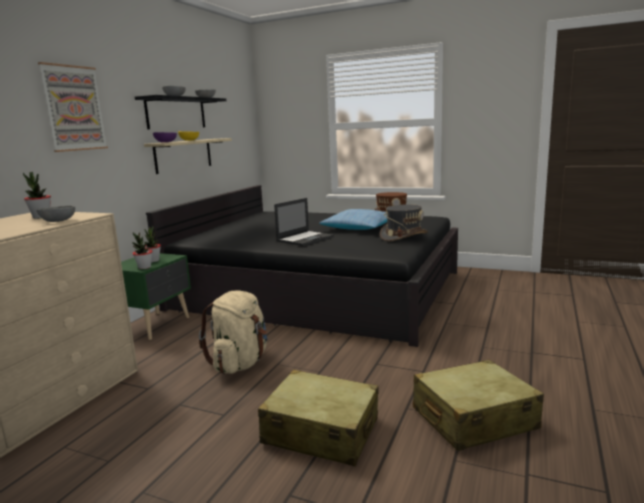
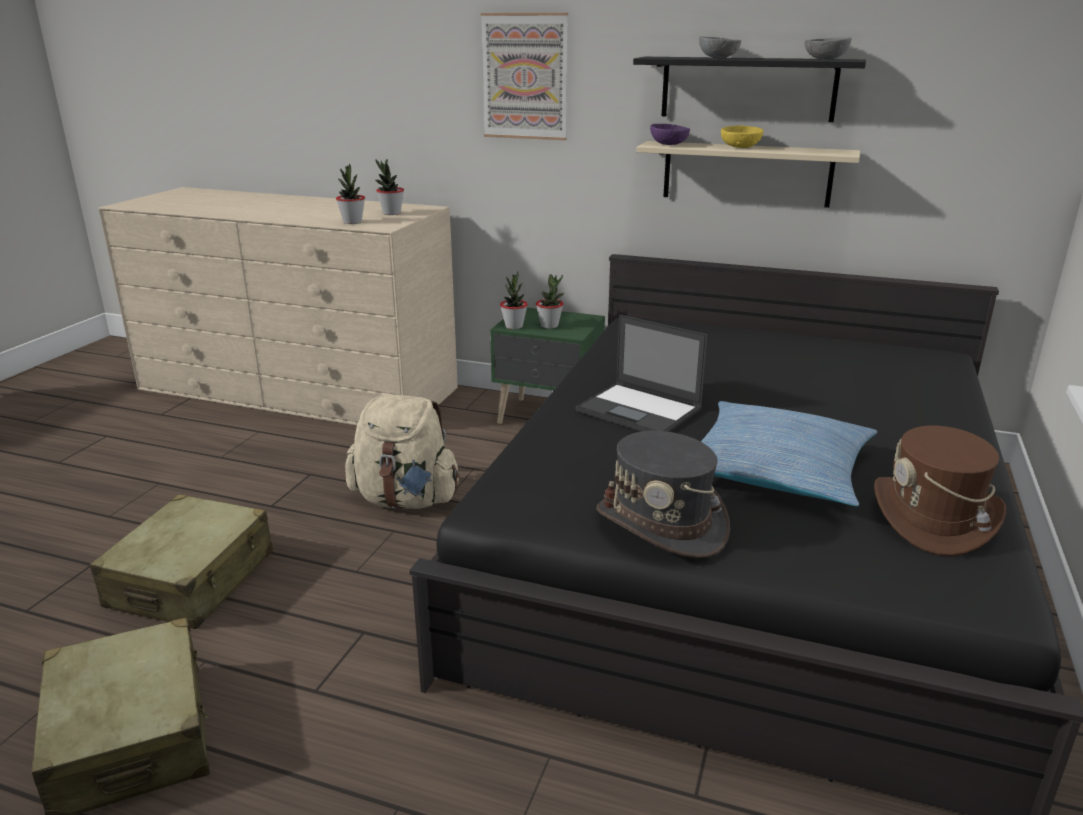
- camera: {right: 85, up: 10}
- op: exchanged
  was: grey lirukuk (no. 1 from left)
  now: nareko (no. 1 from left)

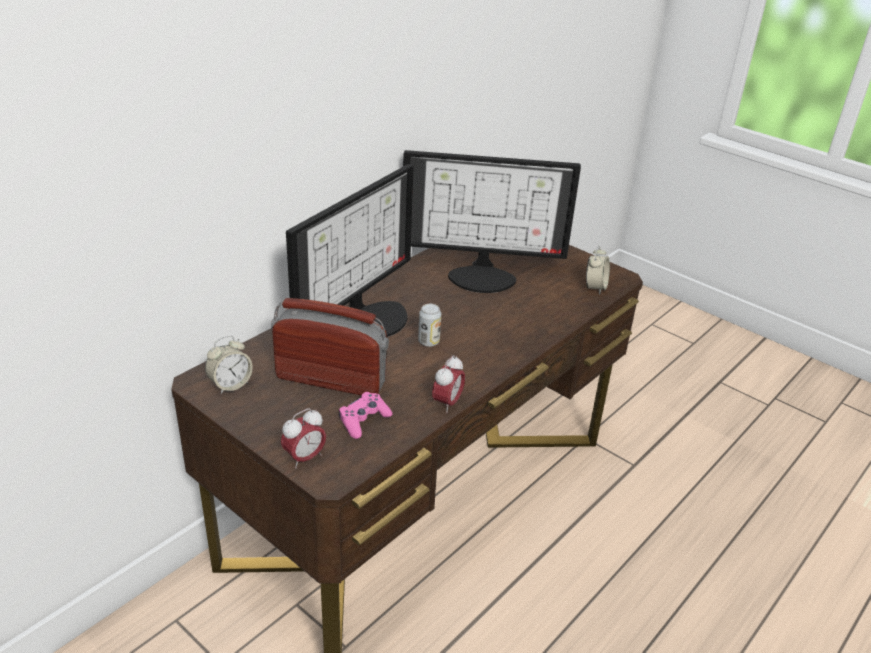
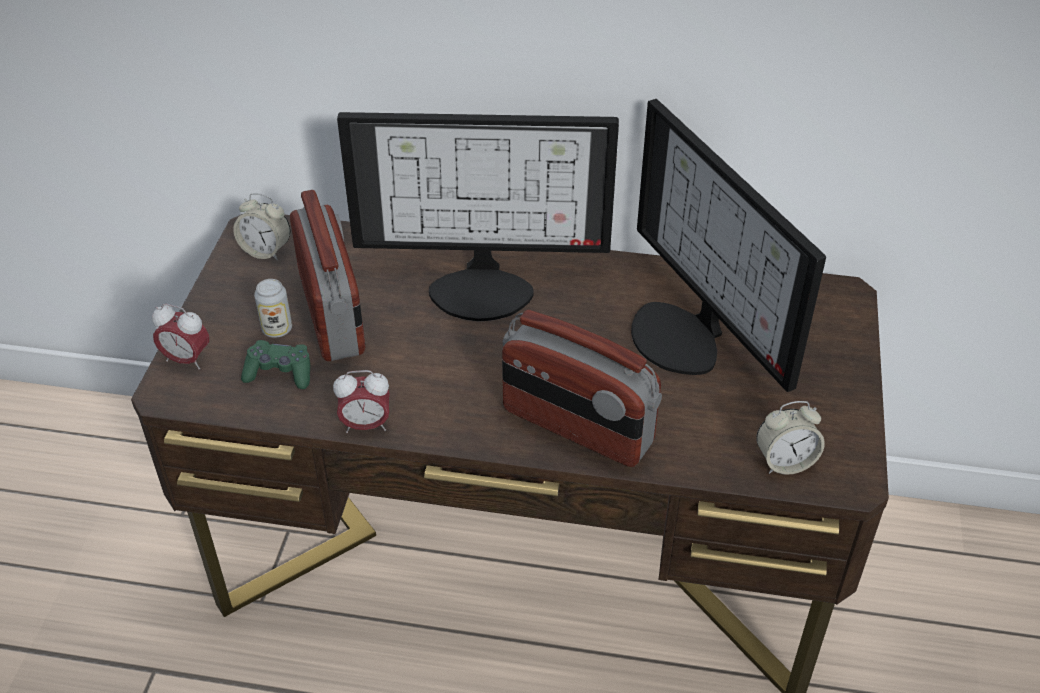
- camera: {right: 60, up: 10}
- op: appeared
  now: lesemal (no. 2 from left)
- op: relocated
  was: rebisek
- op: colour
  was: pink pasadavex
  now: green pasadavex

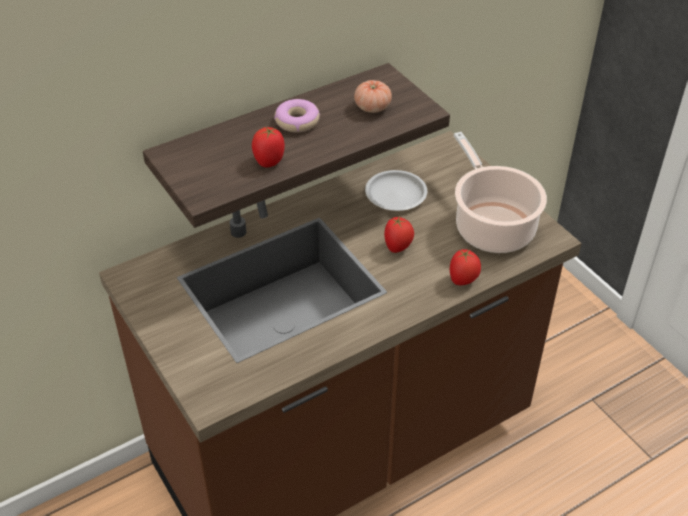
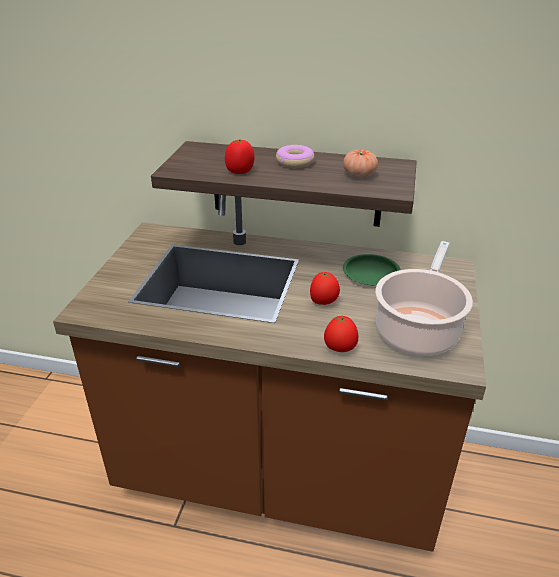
- camera: {right: 45, up: -10}
- op: colour
  was: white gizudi
  now: green gizudi

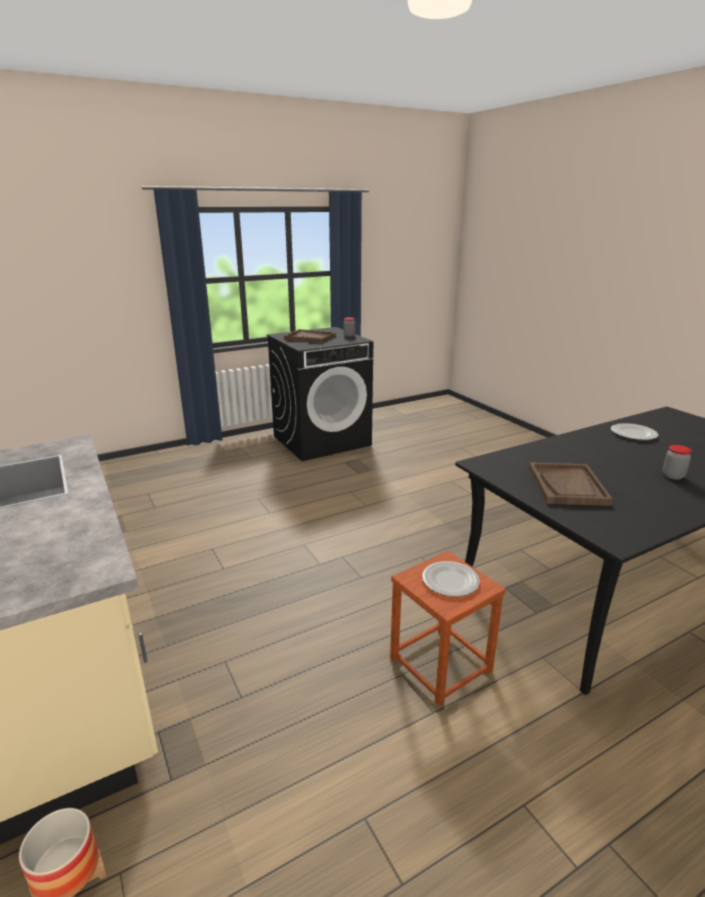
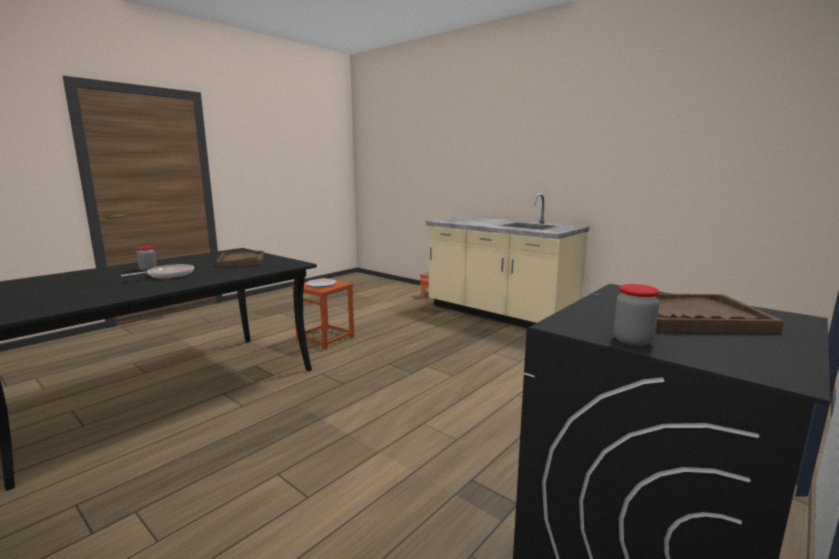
- camera: {right: 160, up: -10}
- op: missing
  was: gizudi (no. 2 from left)
- op: appeared
  now: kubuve

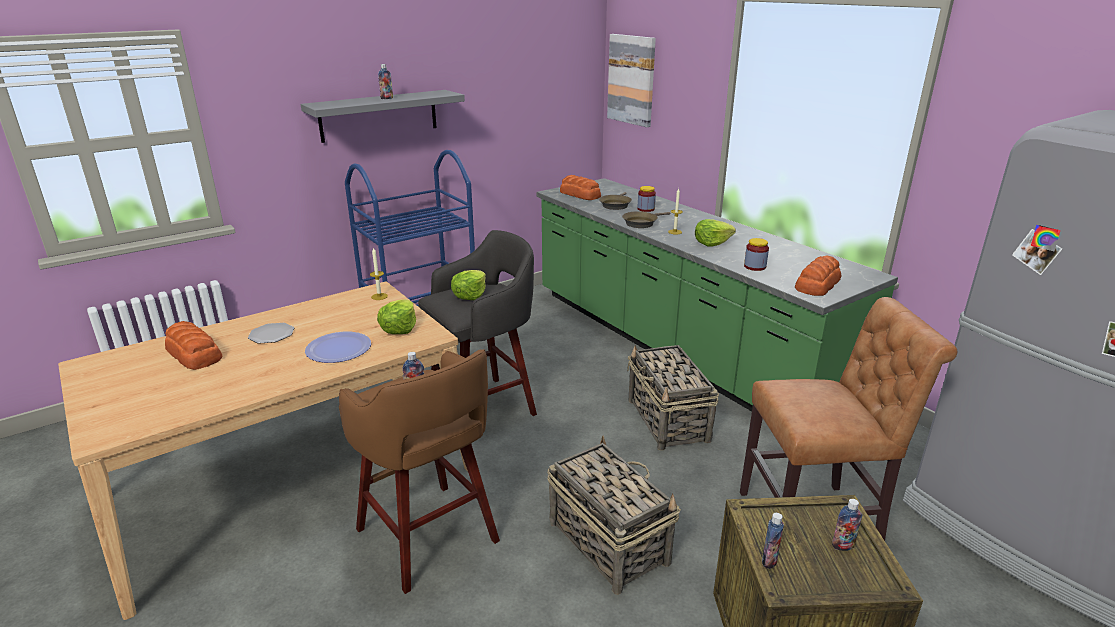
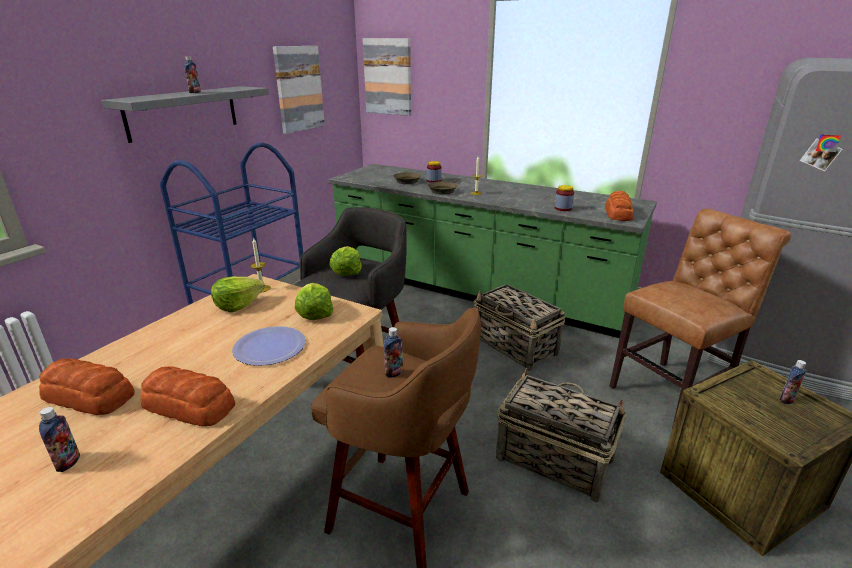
- camera: {right: -25, up: 0}
- op: missing
  was: gizudi (no. 1 from left)
- op: appeared
  now: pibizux (no. 1 from left)
- op: relocated
  was: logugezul (no. 2 from left)
- op: relocated
  was: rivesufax (no. 3 from left in the first image)
  now: rivesufax (no. 1 from left)
- op: relocated
  was: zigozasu (no. 3 from left in the first image)
  now: zigozasu (no. 1 from left)

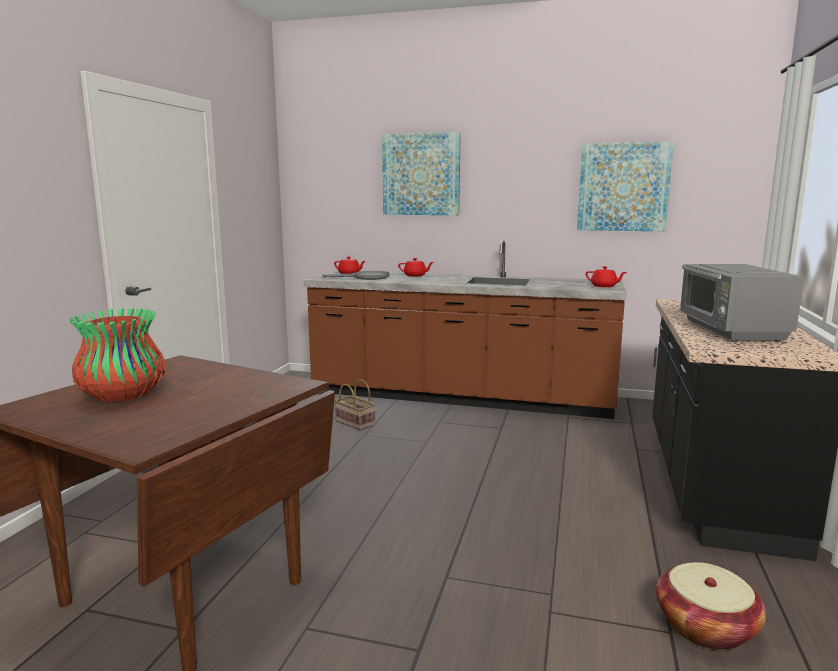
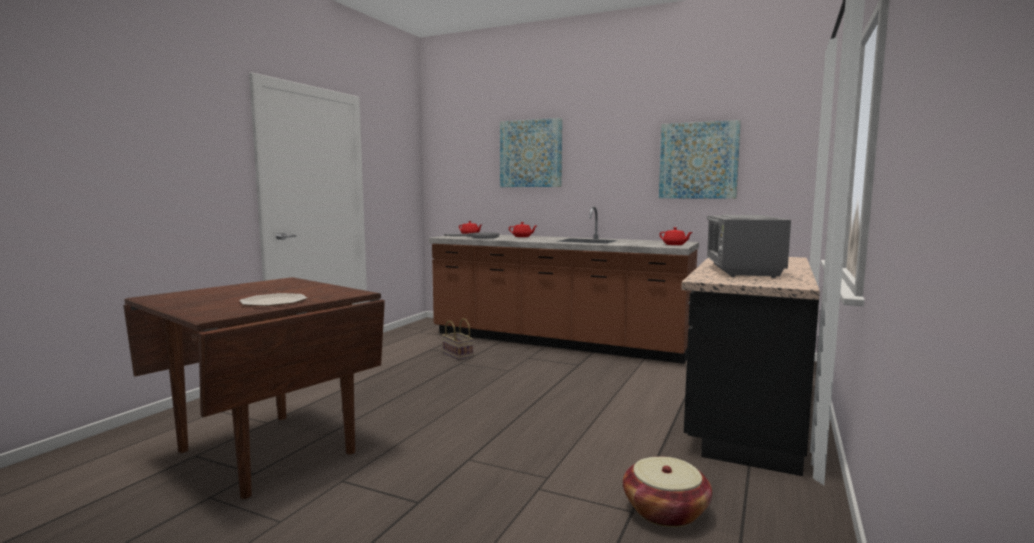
- camera: {right: 10, up: -5}
- op: missing
  was: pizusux
- op: appeared
  now: gizudi

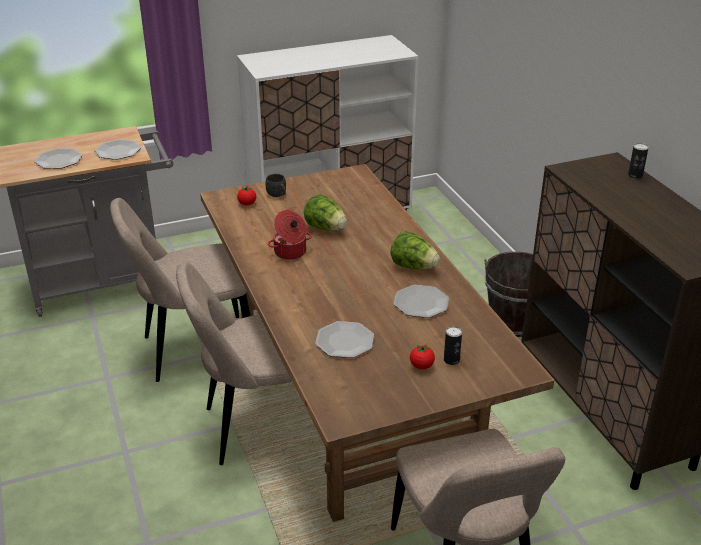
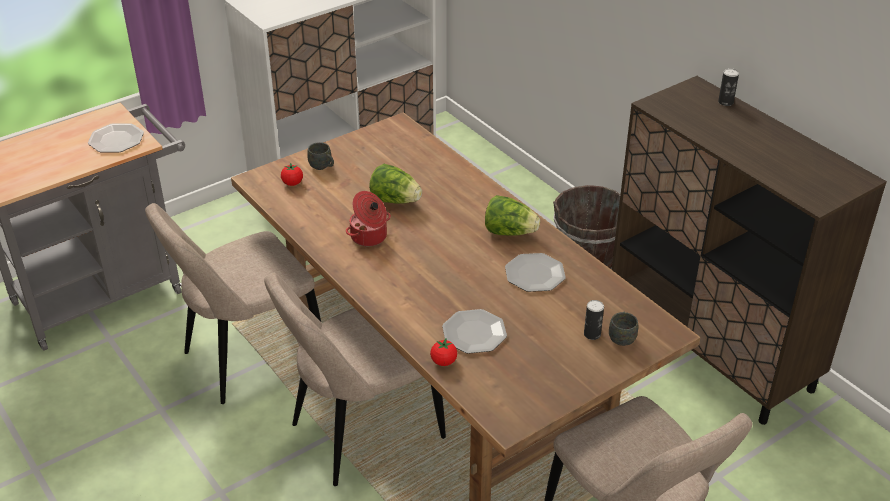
- camera: {right: -15, up: 5}
- op: missing
  was: gizudi (no. 1 from left)
- op: appeared
  now: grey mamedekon (no. 2 from left)
- op: relocated
  was: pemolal (no. 2 from left)

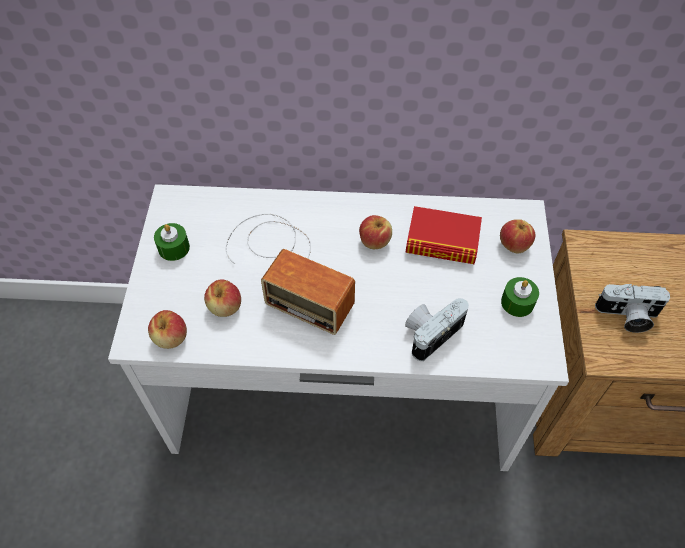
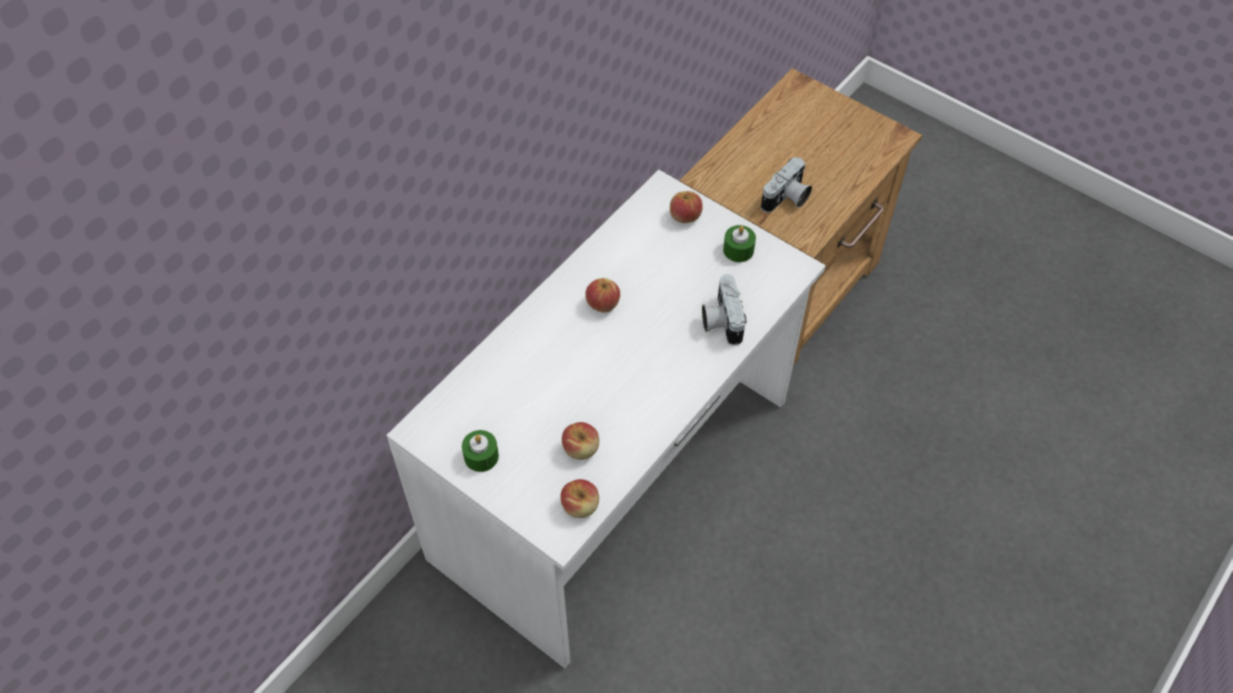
- camera: {right: -55, up: 0}
- op: missing
  was: lesemal
- op: missing
  was: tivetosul

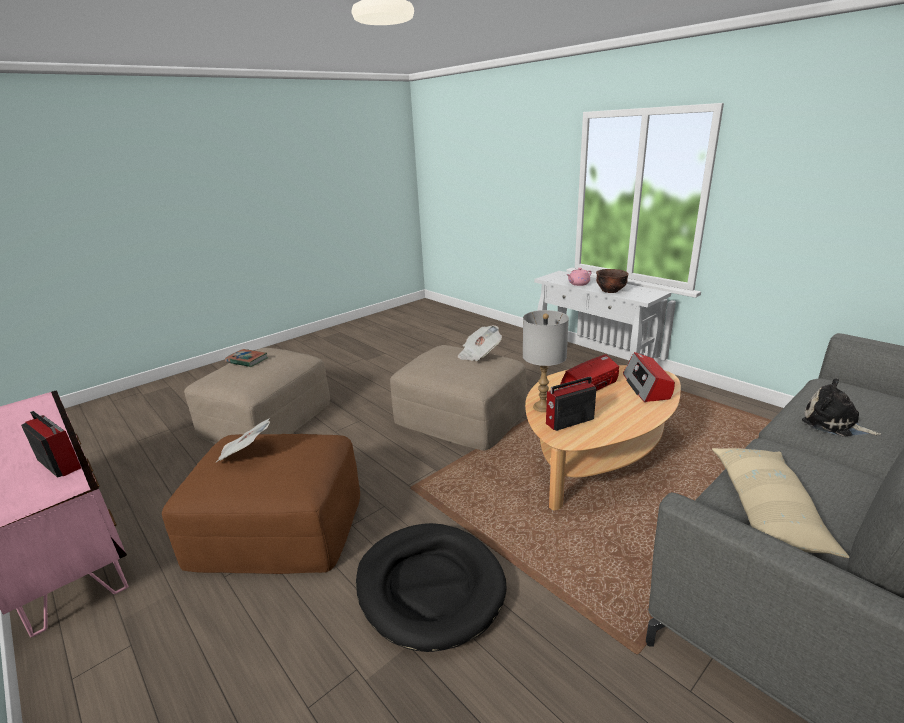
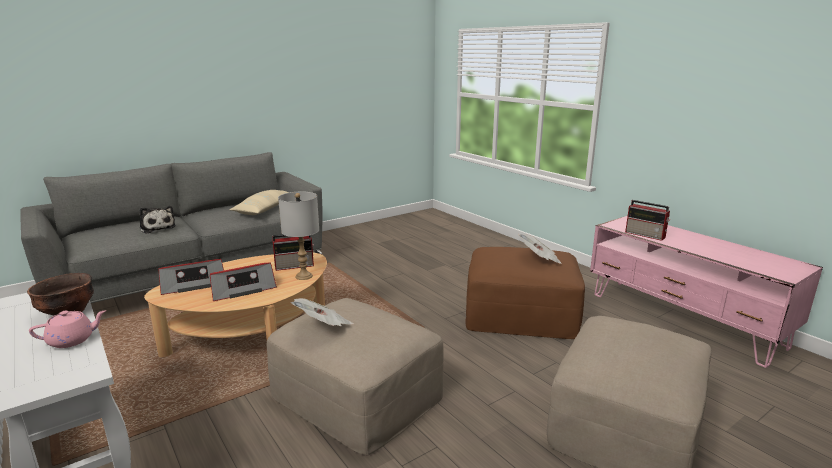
- camera: {right: -175, up: -5}
- op: missing
  was: tivetosul
- op: missing
  was: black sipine
- op: spun
  was: lesemal (no. 4 from left in the first image)
  clockwise: 60

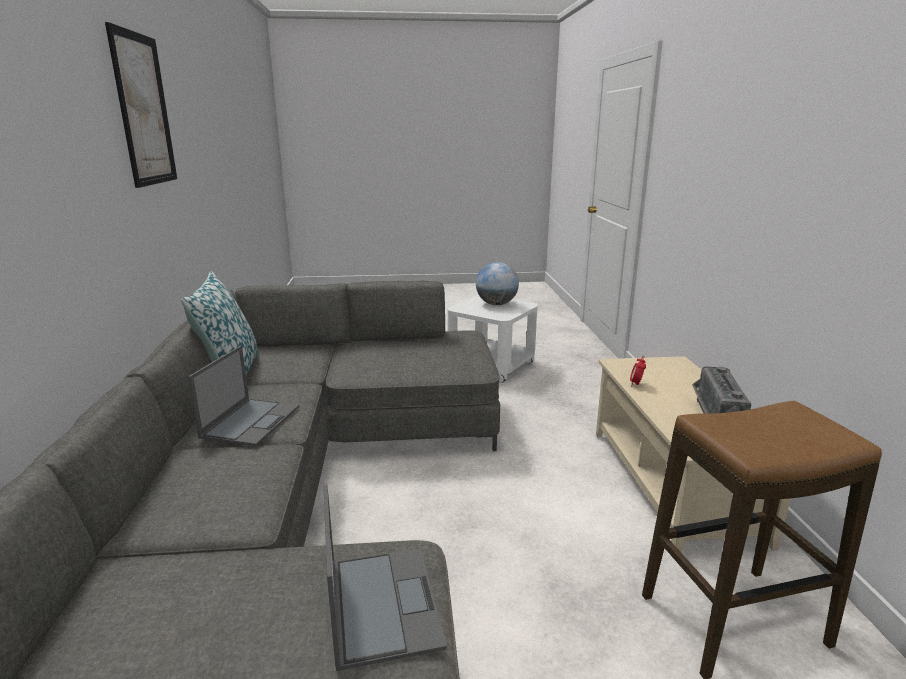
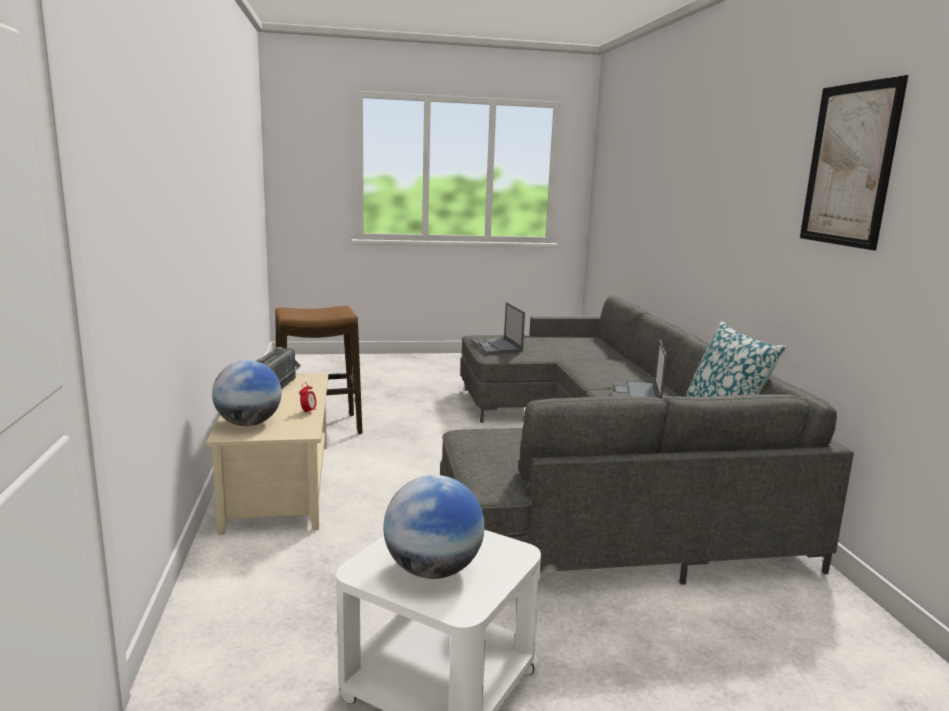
- camera: {right: 175, up: -5}
- op: appeared
  now: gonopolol (no. 1 from left)

